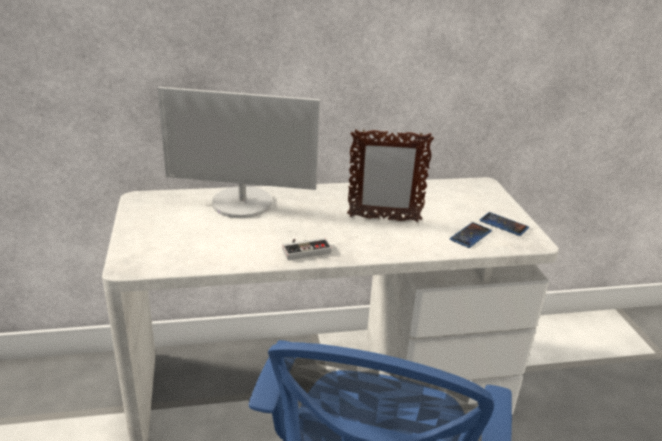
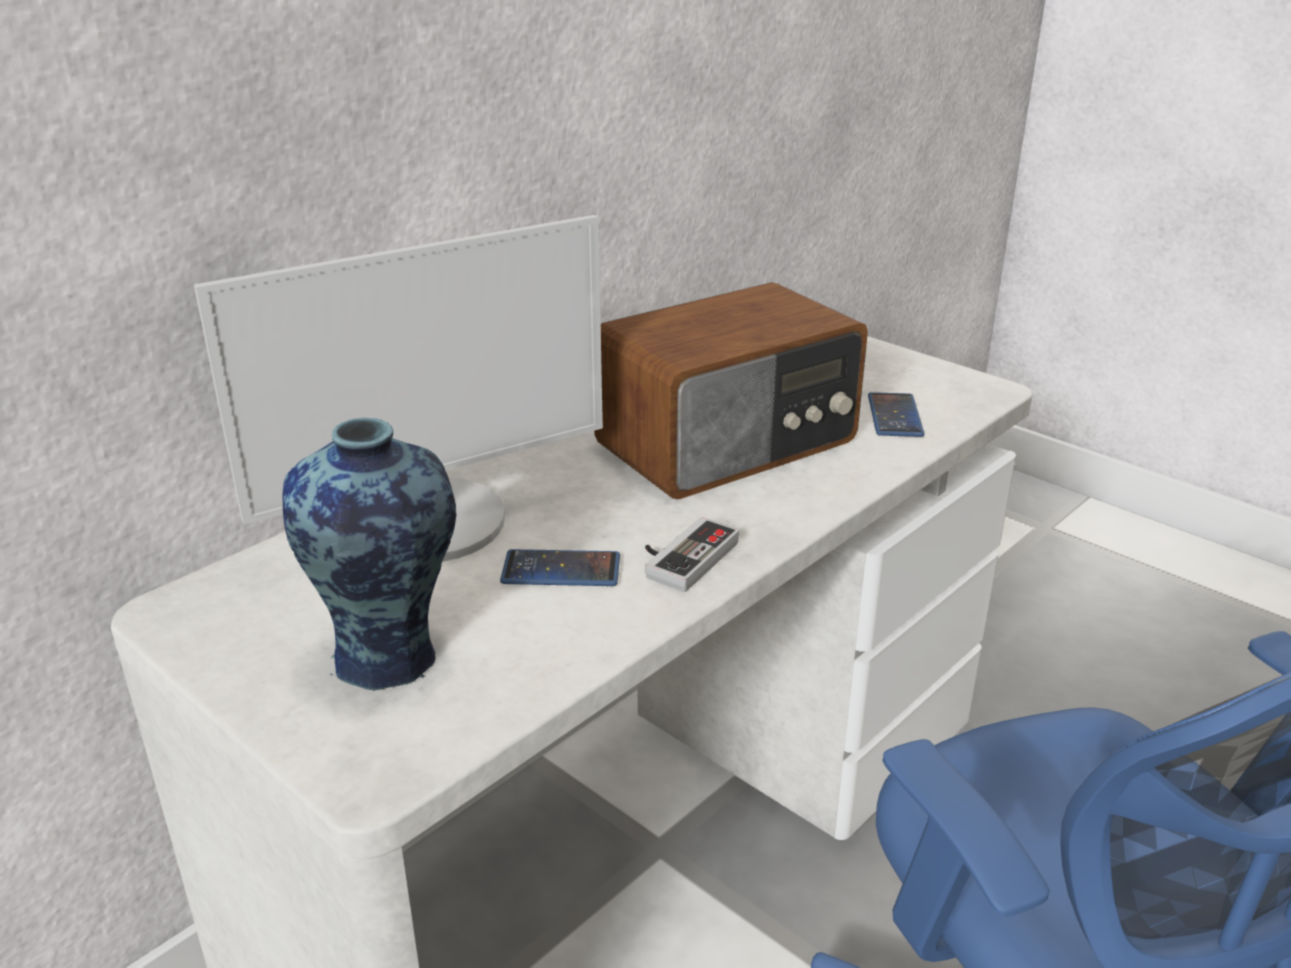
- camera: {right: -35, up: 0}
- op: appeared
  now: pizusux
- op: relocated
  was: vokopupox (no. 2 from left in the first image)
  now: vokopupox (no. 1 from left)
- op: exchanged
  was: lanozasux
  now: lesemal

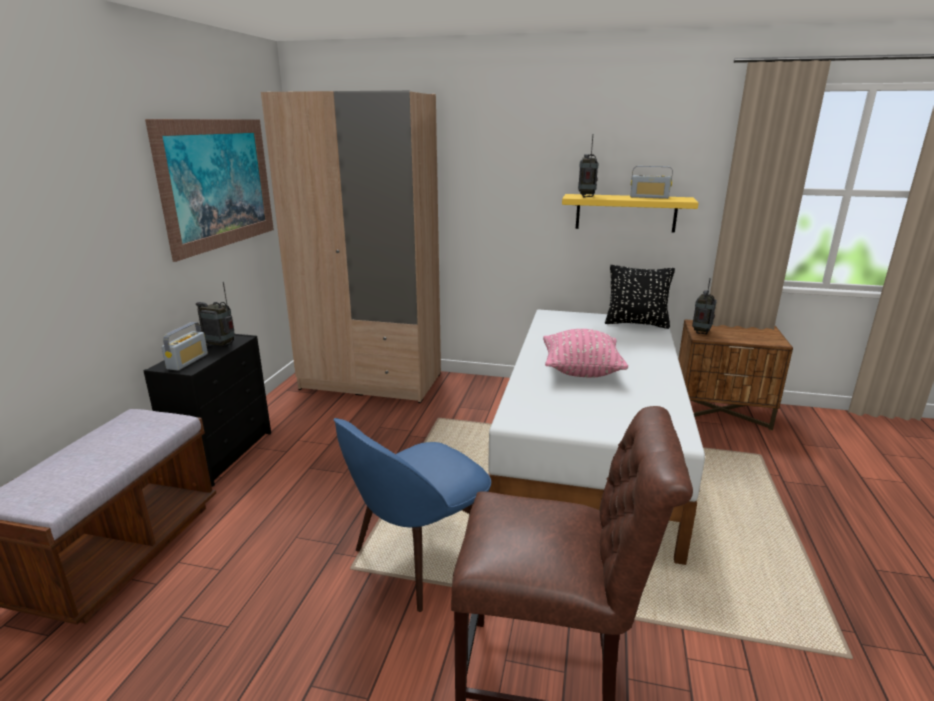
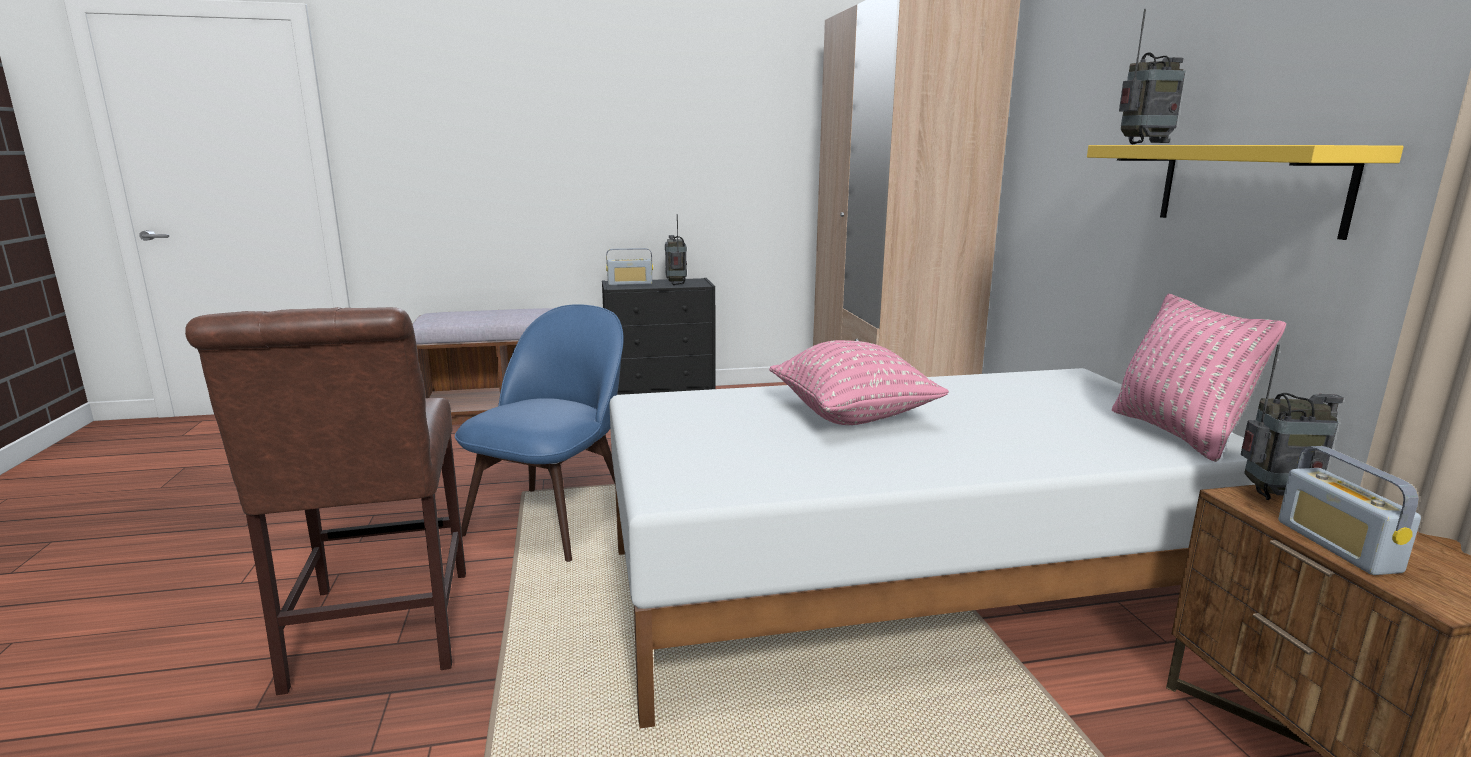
- camera: {right: 65, up: -5}
- op: missing
  was: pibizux
- op: relocated
  was: lesemal (no. 4 from left in the first image)
  now: lesemal (no. 5 from left)
- op: colour
  was: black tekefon
  now: pink tekefon (no. 2 from left)
- op: spun
  was: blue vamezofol
  clockwise: 90

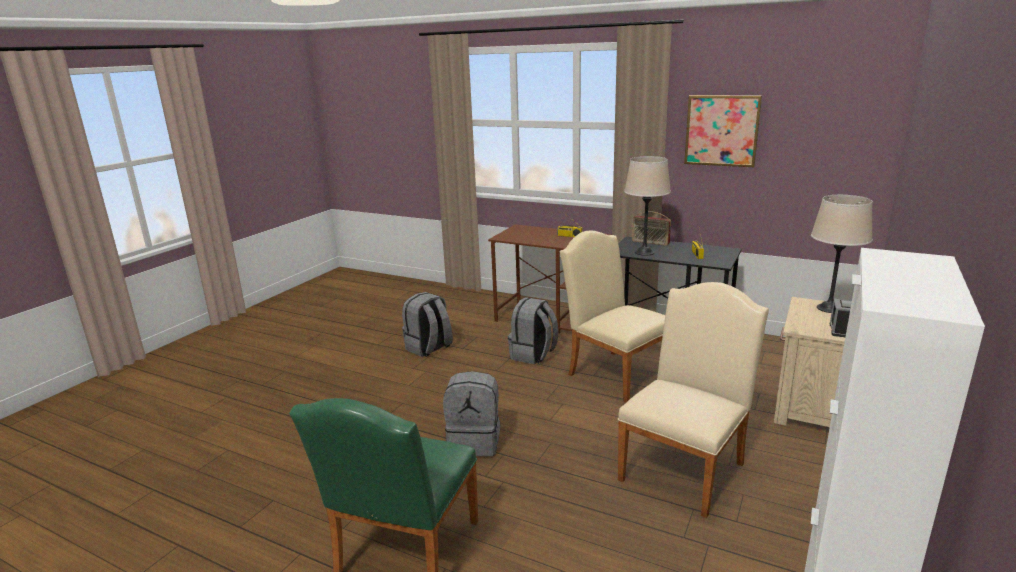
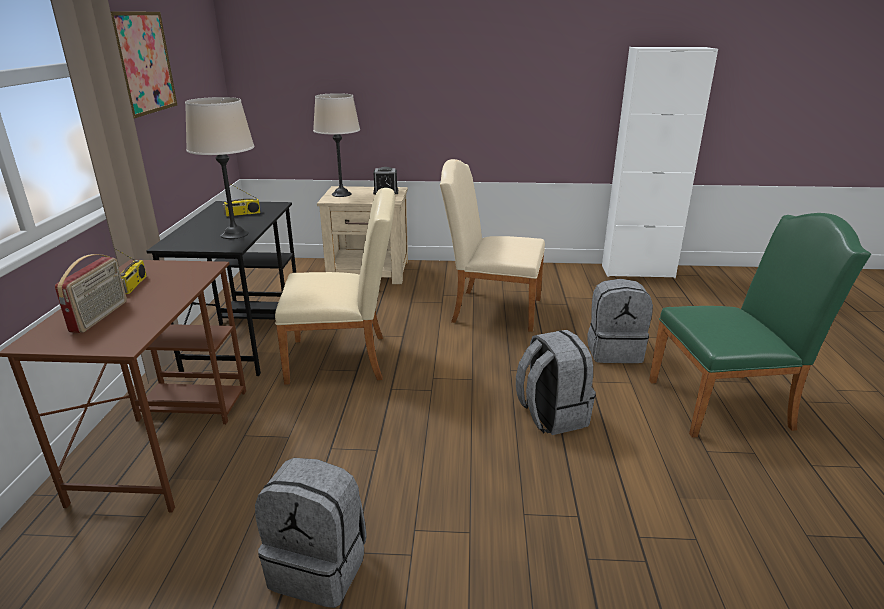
- camera: {right: -115, up: 5}
- op: relocated
  was: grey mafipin (no. 3 from left)
- op: relocated
  was: lesemal (no. 2 from left in the first image)
  now: lesemal (no. 1 from left)
- op: spun
  was: beige vamezofol (no. 1 from left)
  clockwise: -120

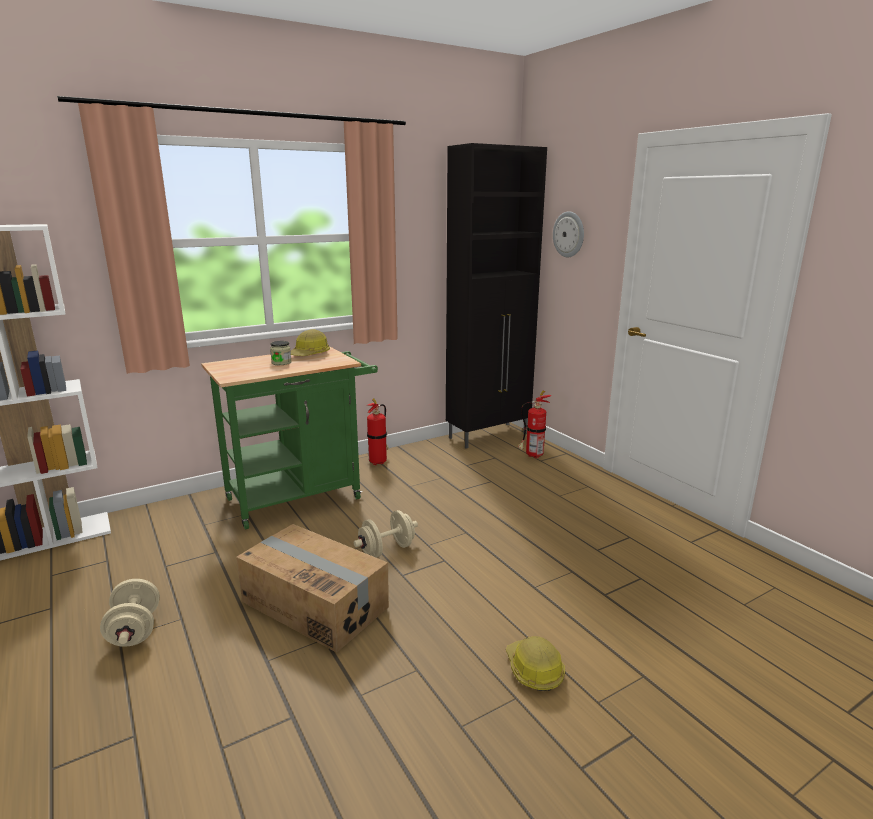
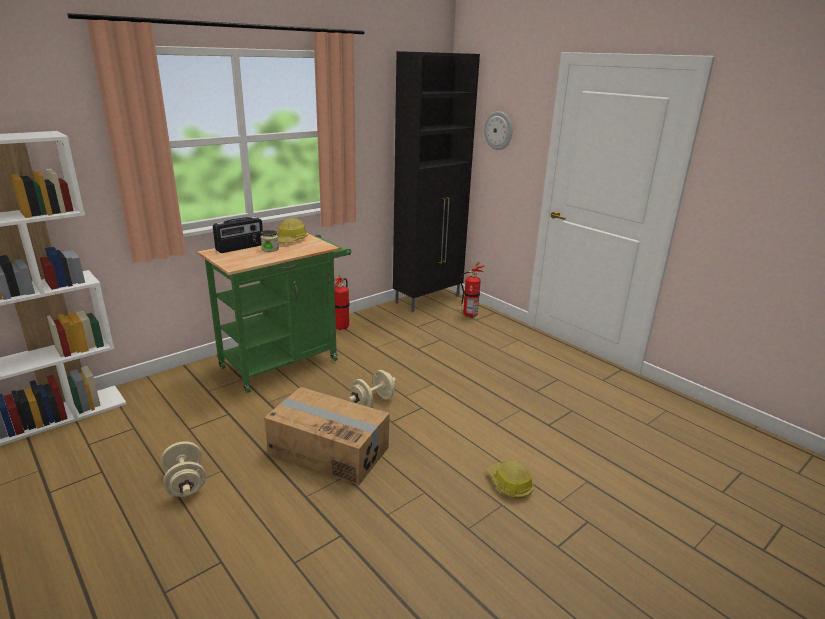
- camera: {right: -10, up: 5}
- op: appeared
  now: lesemal

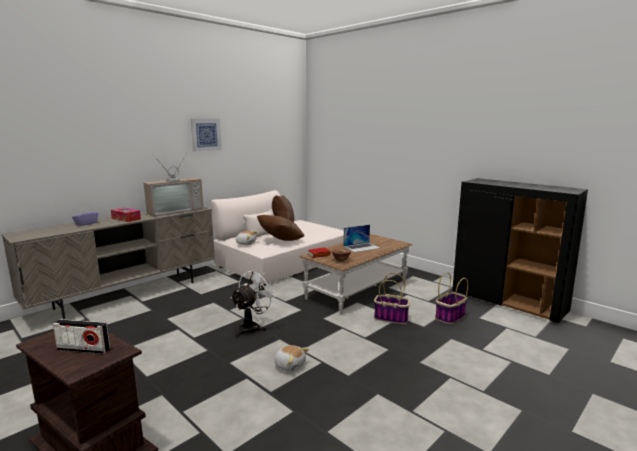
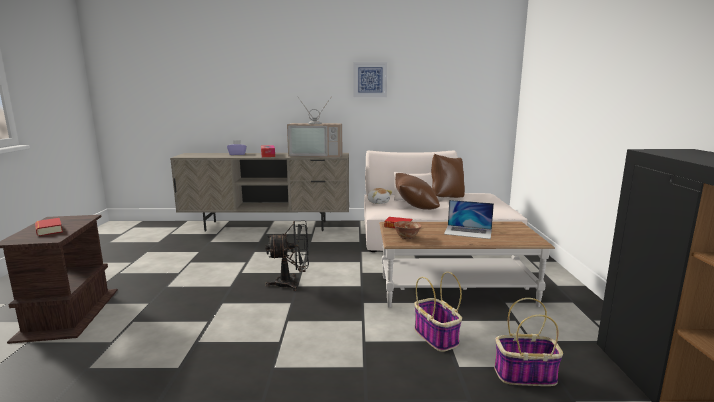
- camera: {right: 45, up: 0}
- op: missing
  was: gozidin (no. 2 from left)
- op: exchanged
  was: lesemal
  now: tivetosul (no. 1 from left)
- op: colour
  was: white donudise
  now: black donudise

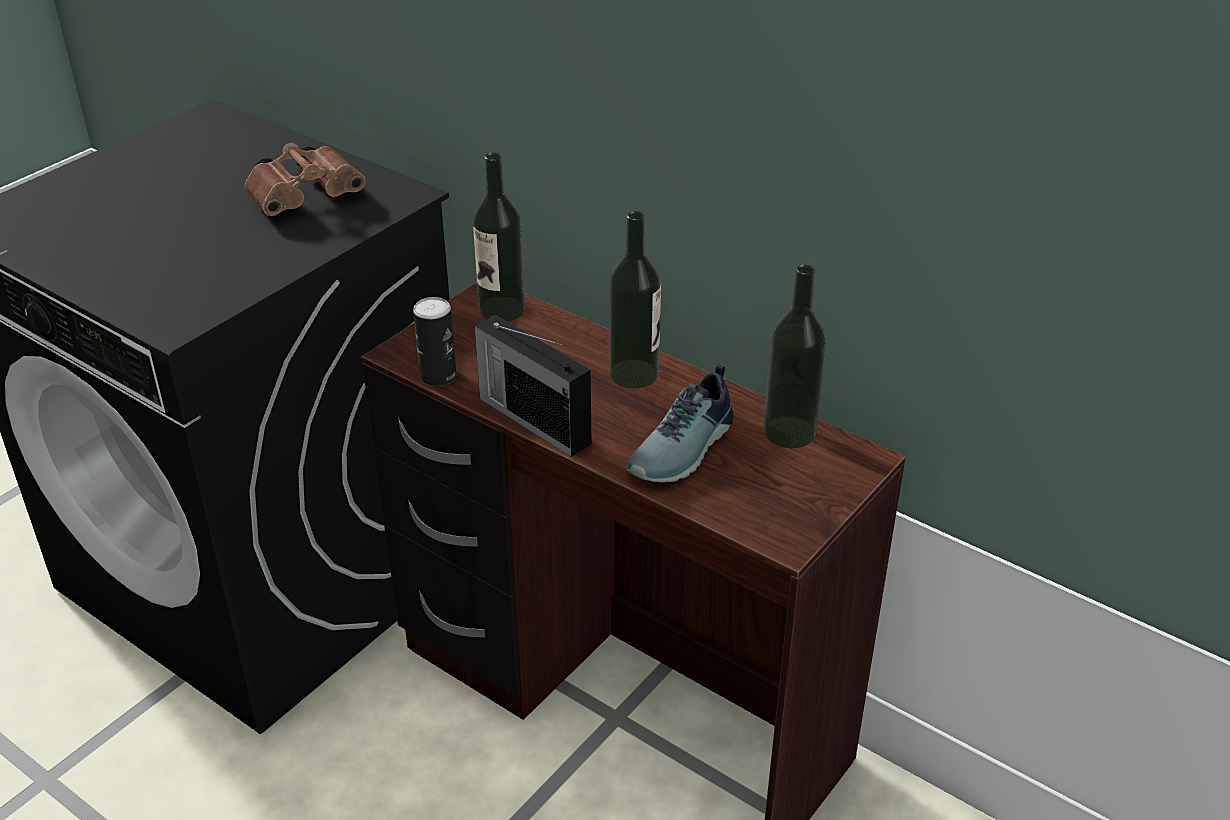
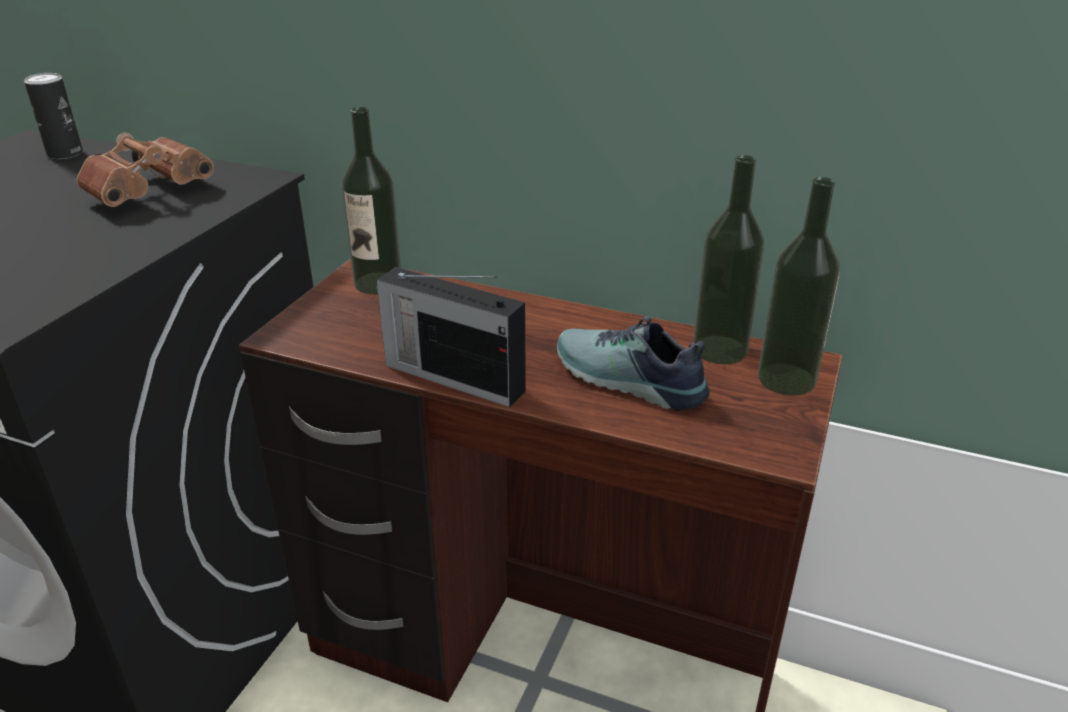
- camera: {right: -15, up: -5}
- op: relocated
  was: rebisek
- op: relocated
  was: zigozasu (no. 2 from left in the first image)
  now: zigozasu (no. 3 from left)
- op: spun
  was: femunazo
  clockwise: 105

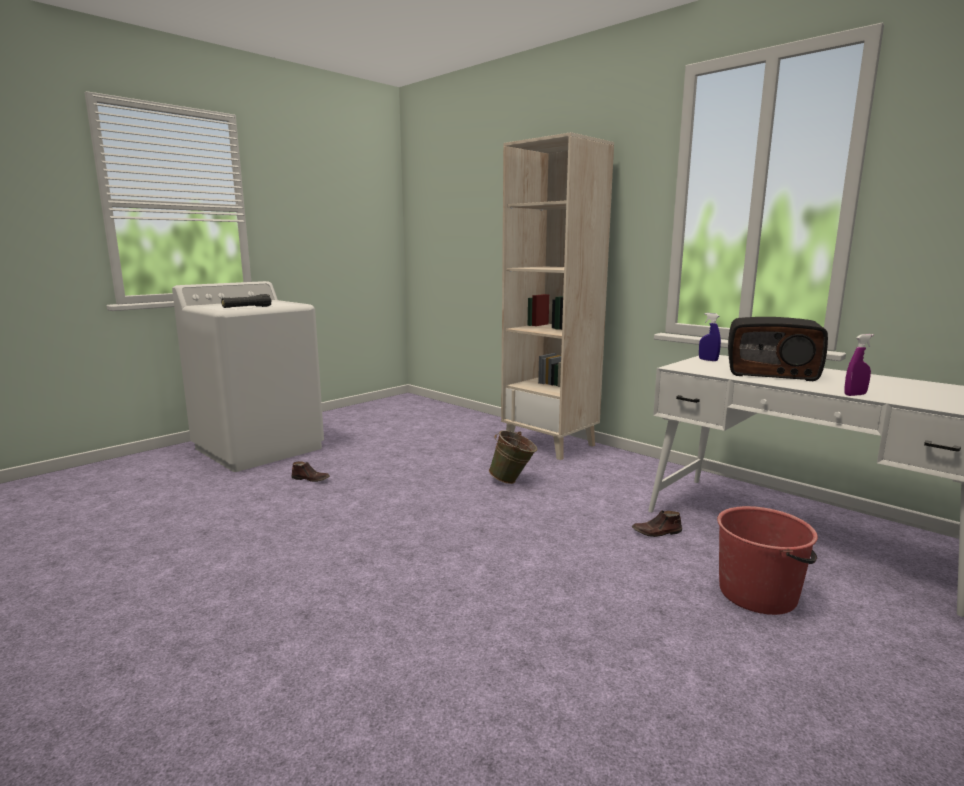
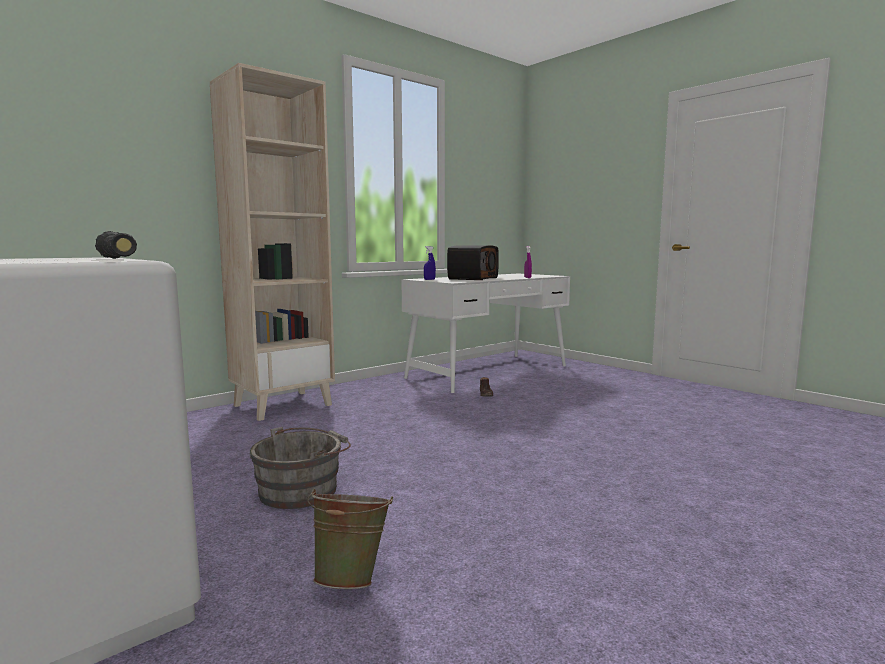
- camera: {right: -85, up: -5}
- op: missing
  was: brown femunazo (no. 1 from left)
- op: missing
  was: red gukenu
- op: appeared
  now: grey gukenu
- op: relocated
  was: green gukenu

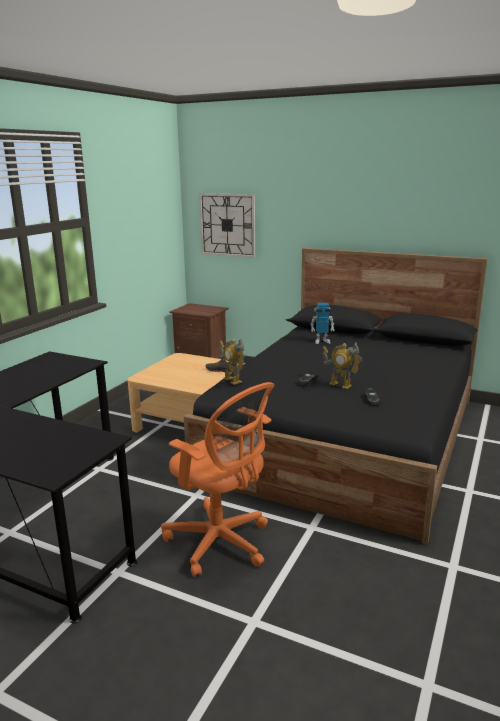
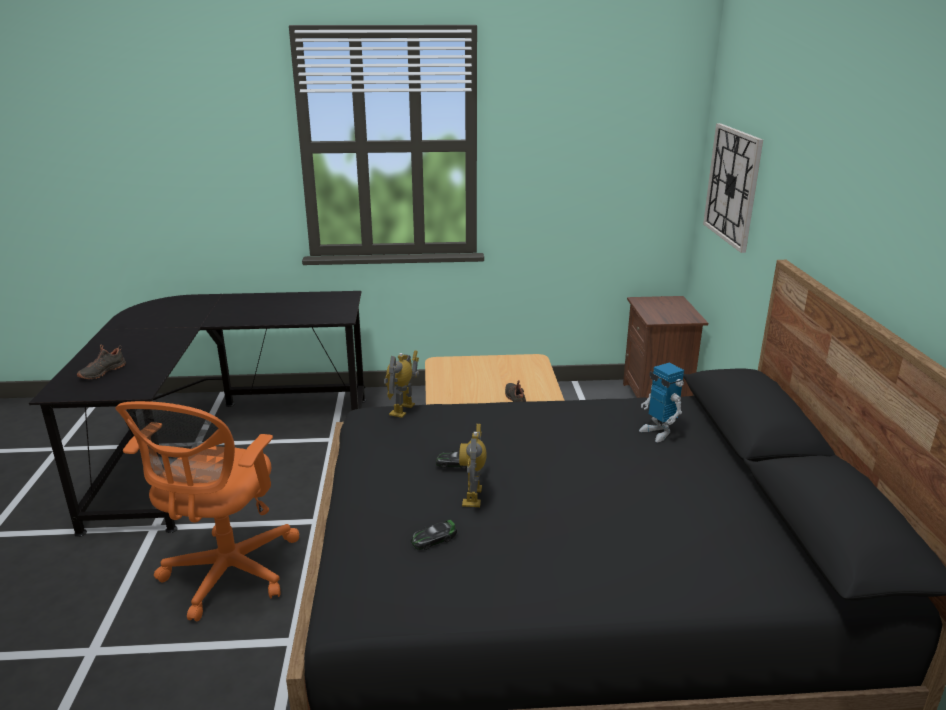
- camera: {right: 60, up: 5}
- op: appeared
  now: black femunazo (no. 1 from left)

